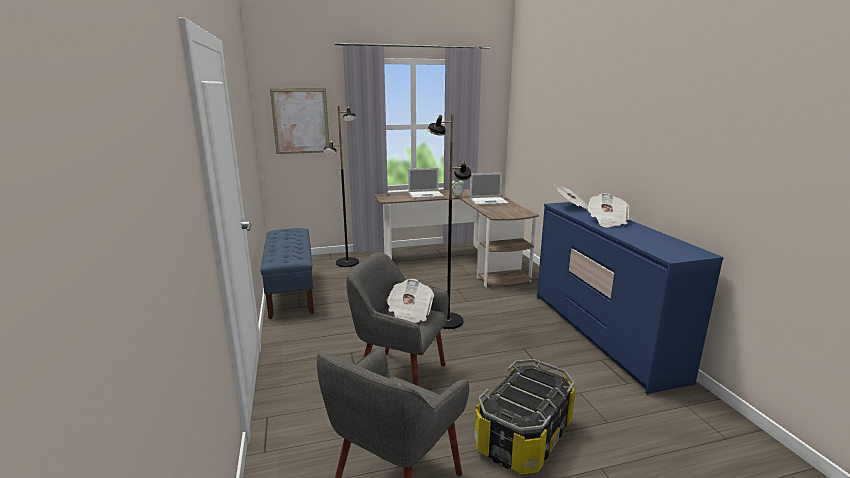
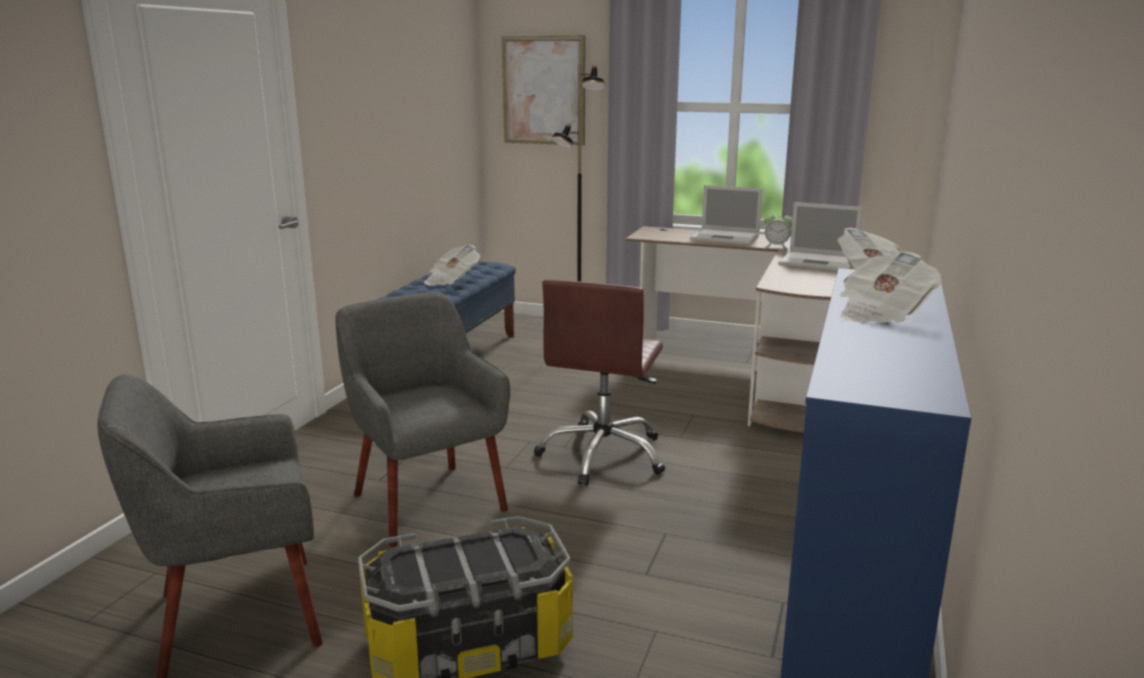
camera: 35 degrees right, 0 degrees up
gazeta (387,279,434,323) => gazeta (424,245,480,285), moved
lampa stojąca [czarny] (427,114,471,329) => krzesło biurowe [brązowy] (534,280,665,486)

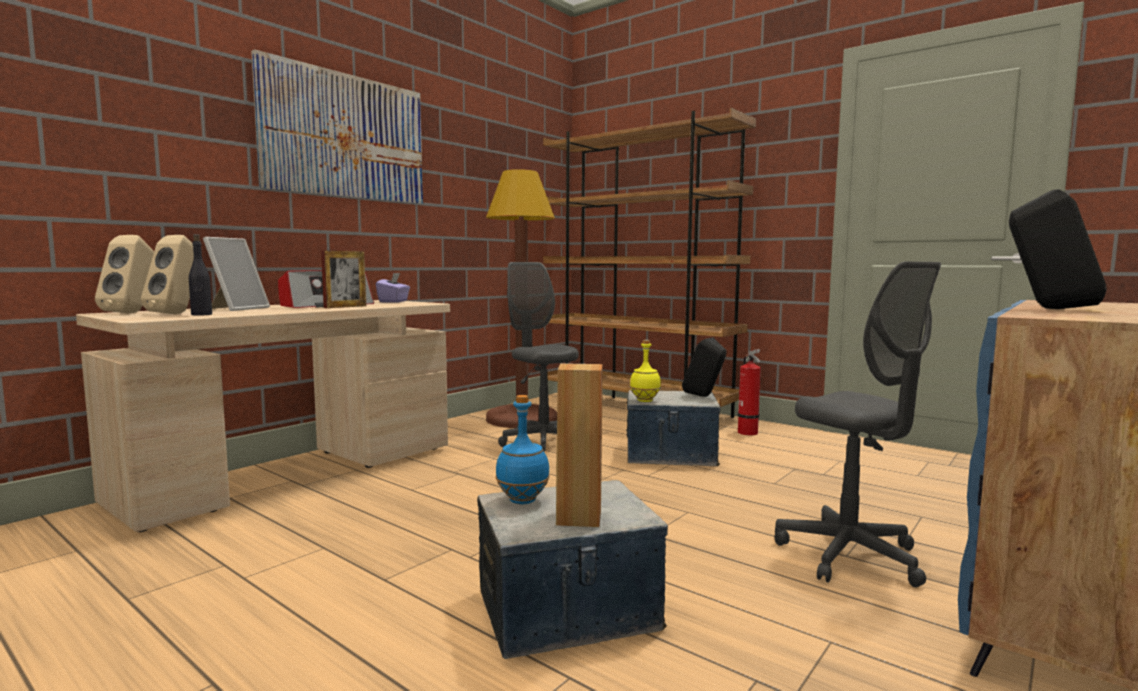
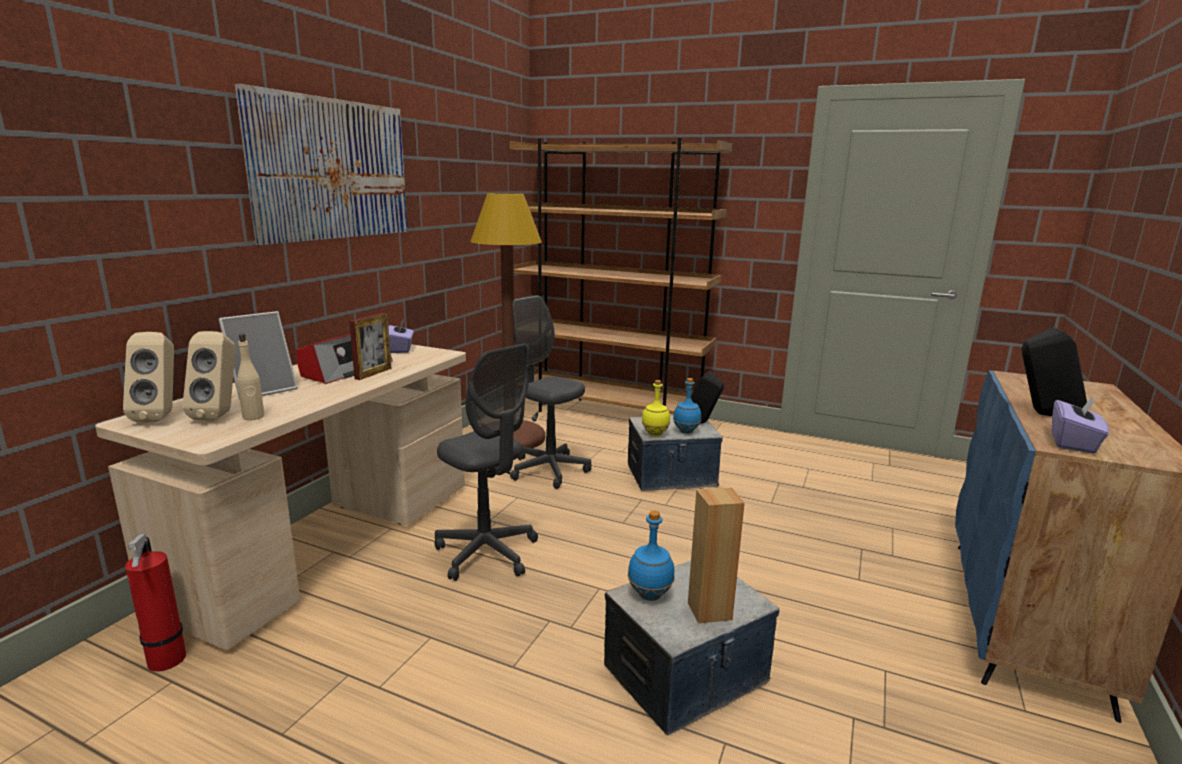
camera: 15 degrees left, 10 degrees up
nothing => butelka [niebieski] (673,378,701,434)
nothing => pudełko chusteczek [fioletowy] (1052,395,1109,454)
gaśnica (738,349,761,435) => gaśnica (125,534,186,672), moved
krzesło biurowe [szary] (775,262,941,587) => krzesło biurowe [szary] (434,344,538,581), moved
butelka [czarny] (189,234,212,316) => butelka [beżowy] (237,333,265,420)
ramka na zdjęcie (203,237,270,311) => ramka na zdjęcie (218,311,298,400), 45 degrees clockwise

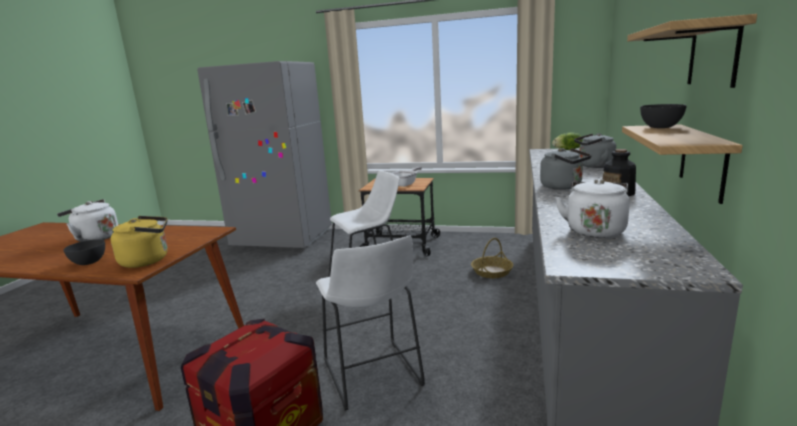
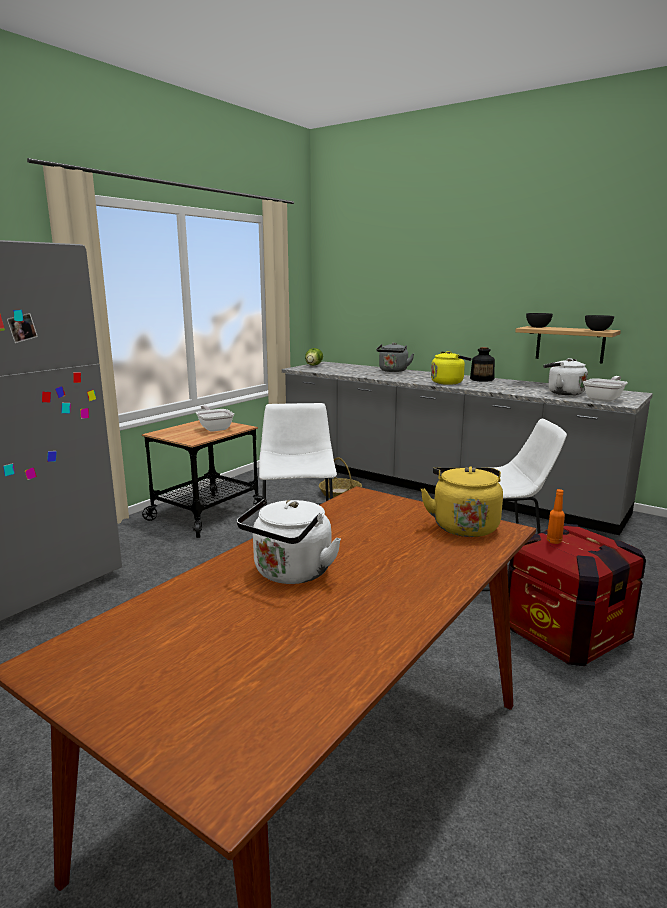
camera: 70 degrees left, 0 degrees up
półka (627,14,757,88) => nothing
nothing => butelka [pomarańczowy] (547,489,565,544)
nothing => patelnia (583,376,628,402)
miska [szary] (63,239,105,265) => miska [szary] (585,315,614,331), moved
czajnik [szary] (540,148,592,190) => czajnik [żółty] (431,351,472,385)

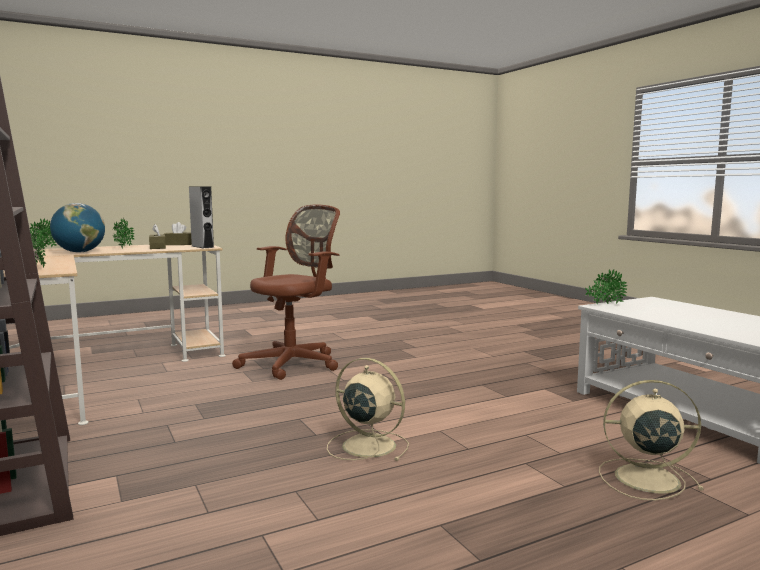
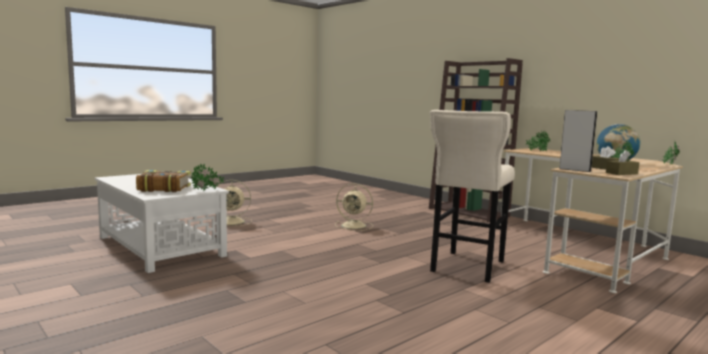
camera: 165 degrees right, 0 degrees up
nothing => książka (136,170,191,192)
krzesło biurowe [brązowy] (232,205,340,380) => stołek [beżowy] (430,110,515,283)

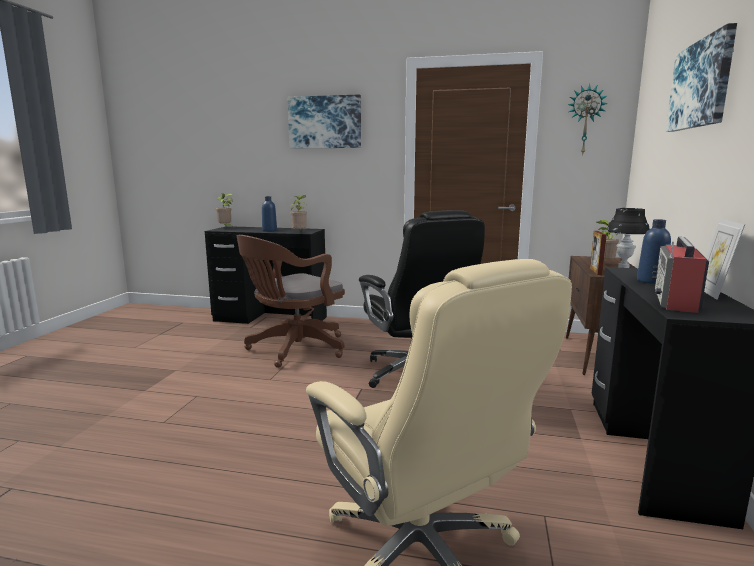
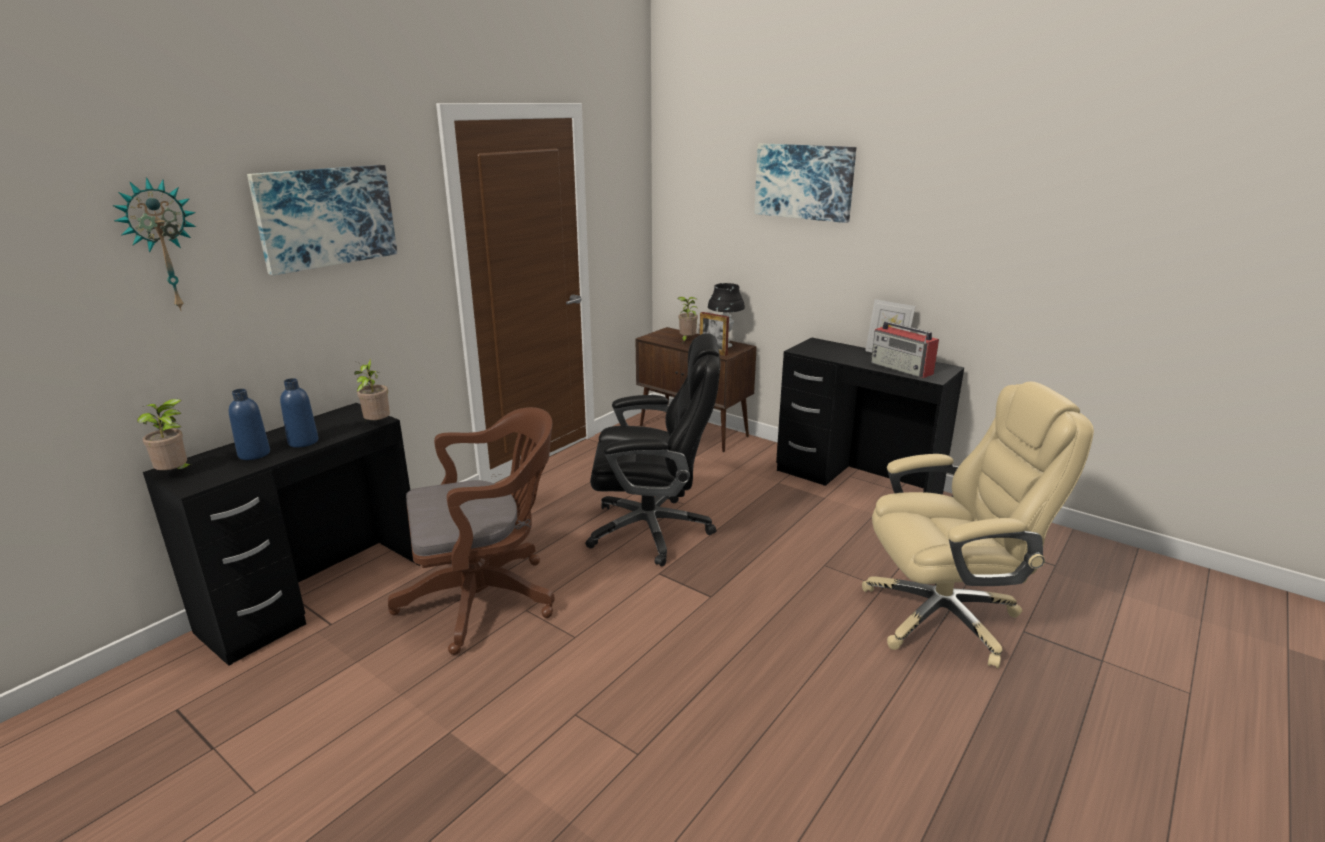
camera: 65 degrees left, 10 degrees up
zegar ścienny (568,84,608,154) => zegar ścienny (112,177,197,311), moved
butelka [niebieski] (637,219,671,284) => butelka [niebieski] (229,389,270,460), moved
krzesło biurowe [brązowy] (236,235,345,368) => krzesło biurowe [brązowy] (388,407,555,655), 90 degrees counterclockwise

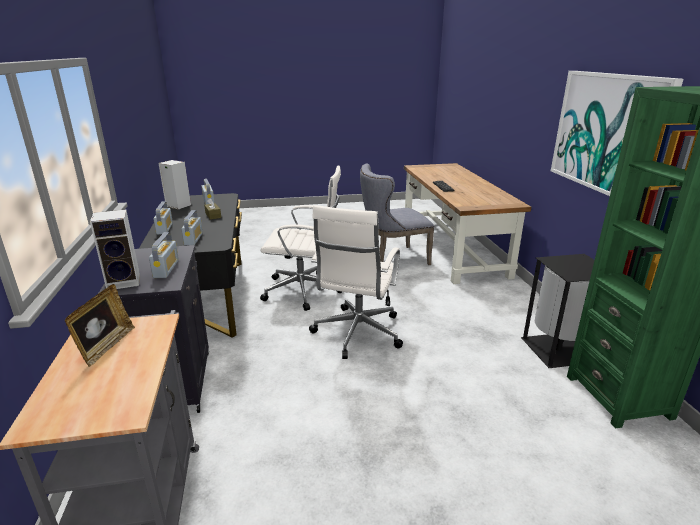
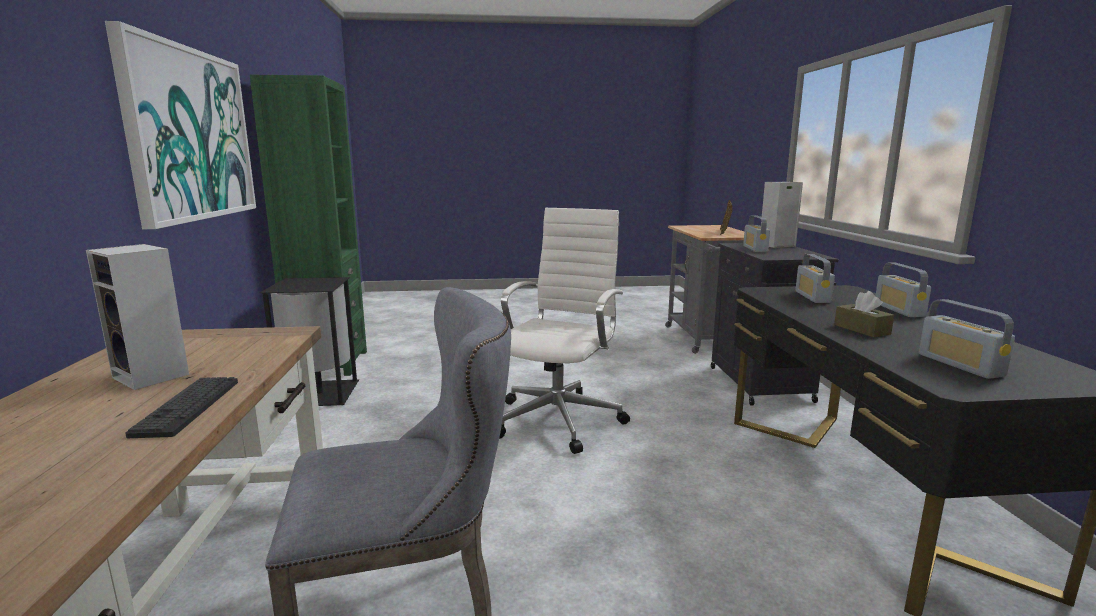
camera: 175 degrees left, 10 degrees down
krzesło biurowe [biały] (260,165,342,311) => nothing
głośnik (158,160,191,209) => głośnik (86,244,189,390), moved

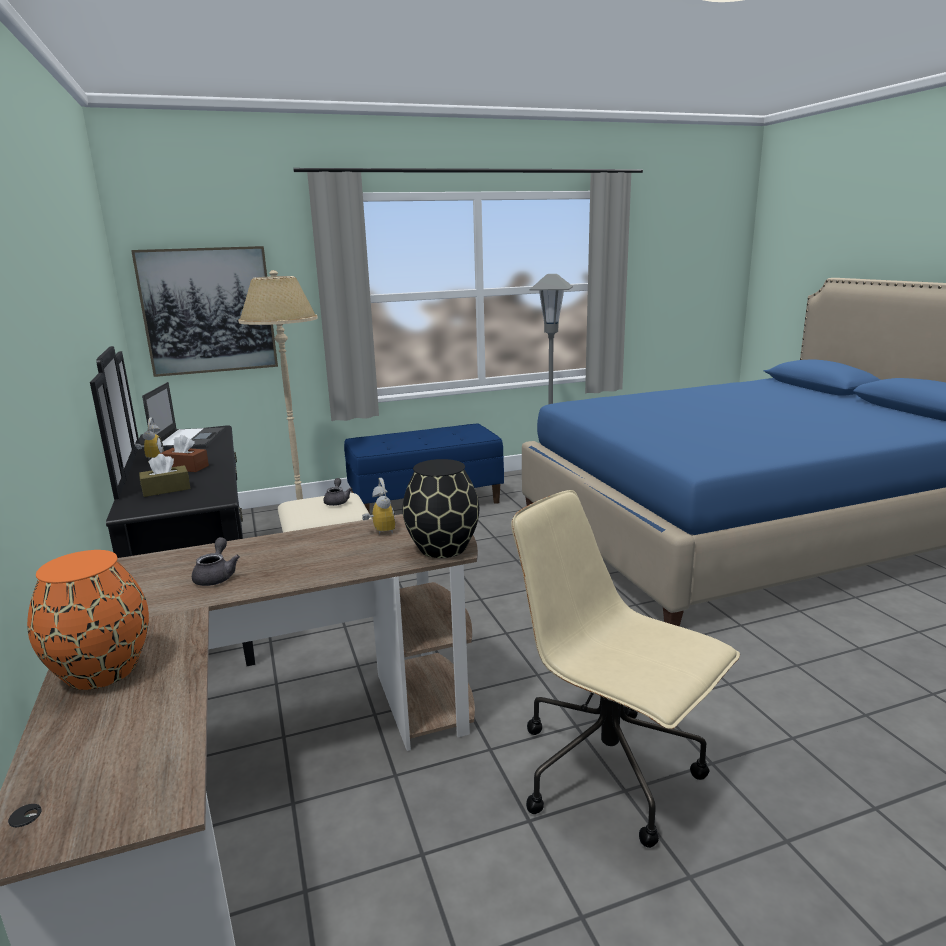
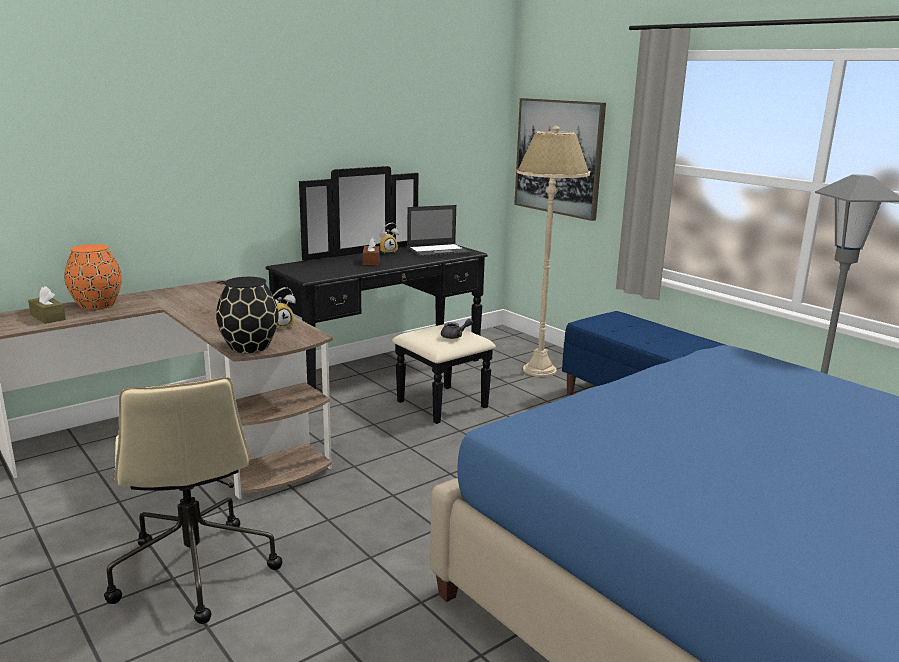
camera: 70 degrees right, 0 degrees up
imbryk [szary] (192,537,240,586) => nothing
pudełko chusteczek [brązowy] (139,454,191,497) => pudełko chusteczek [brązowy] (28,286,66,324), moved
krzesło biurowe [beżowy] (511,490,740,848) => krzesło biurowe [beżowy] (104,377,283,624), 135 degrees clockwise

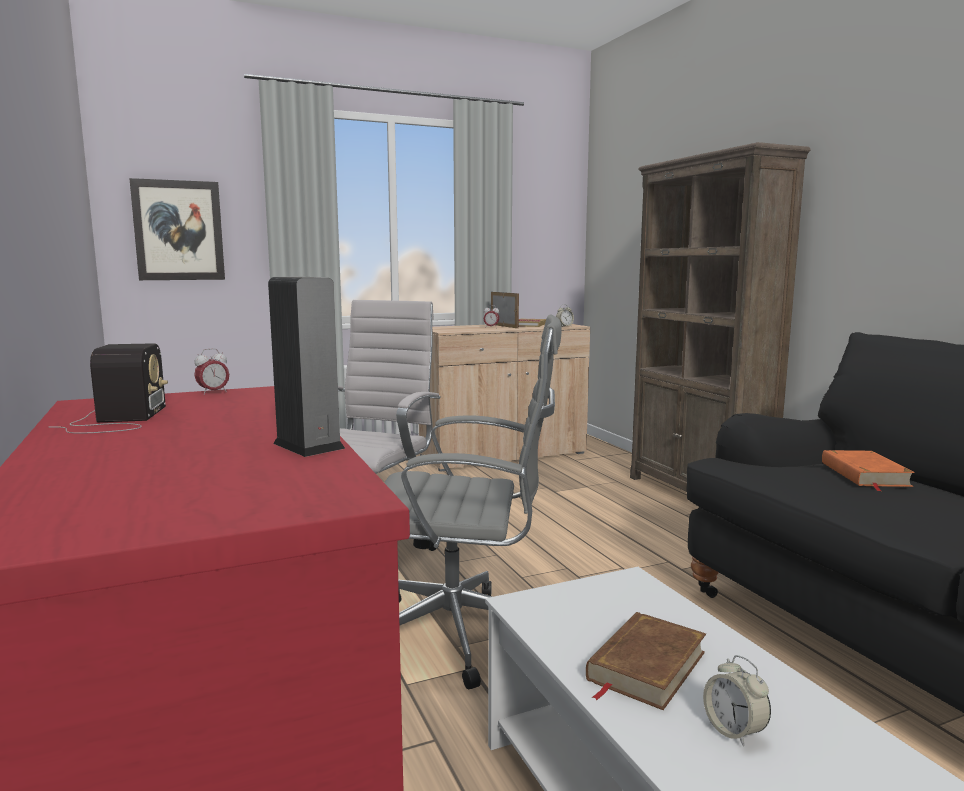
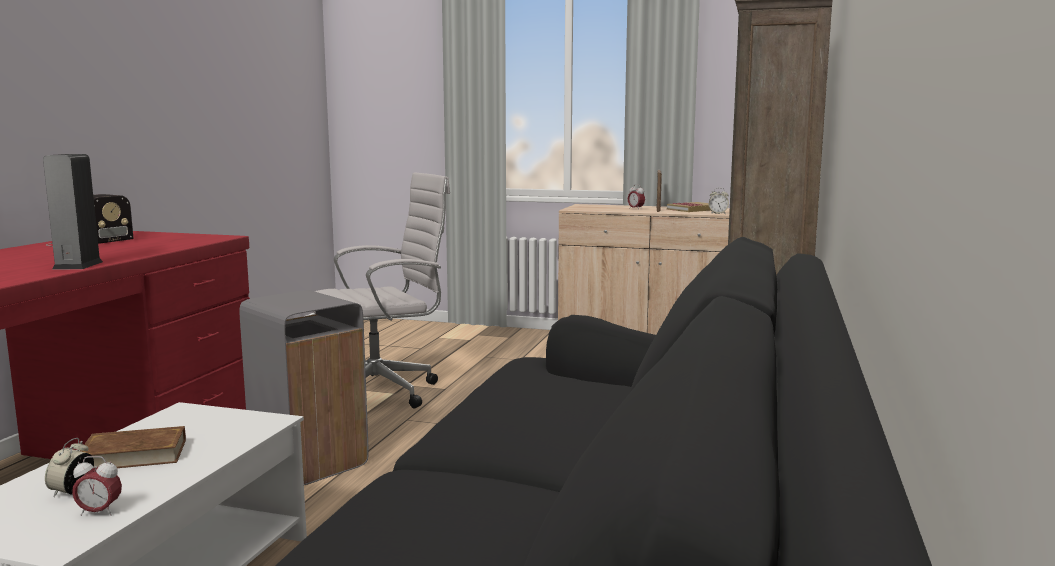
camera: 40 degrees right, 0 degrees up
obraz (129,178,225,280) => nothing
książka [pomarańczowy] (822,450,915,491) => nothing
budzik (194,348,229,395) => budzik (72,456,122,516), moved
krzesło biurowe [szary] (384,315,562,690) => kosz na śmieci [szary] (240,290,369,485)

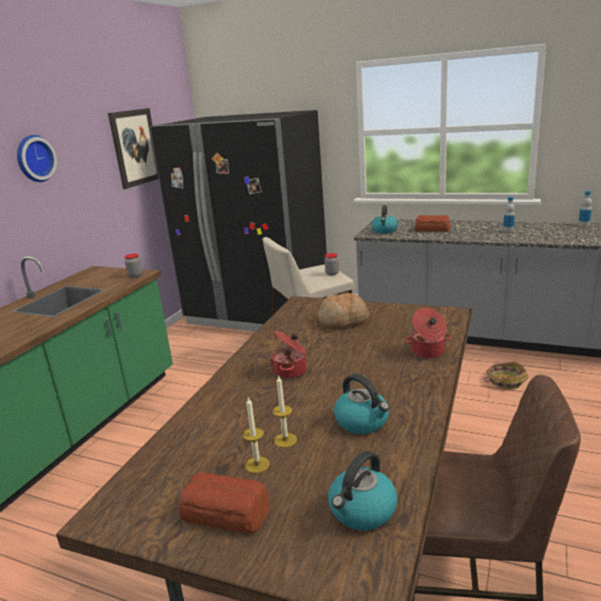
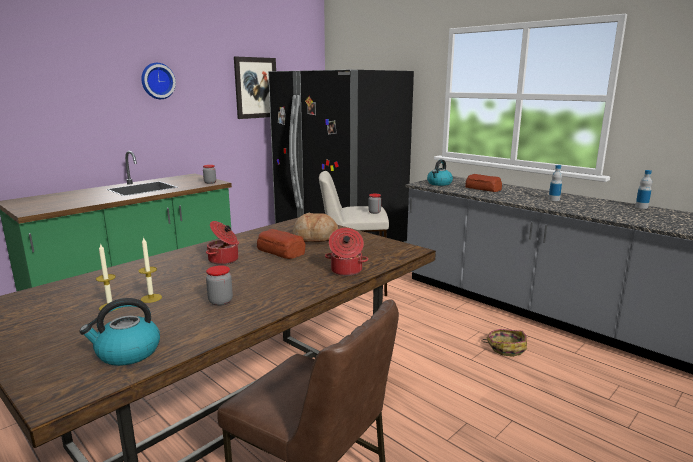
camera: 20 degrees right, 5 degrees down
chleb (179,472,270,534) => chleb (257,229,305,259), moved
czajnik (334,374,389,434) => słoik (206,265,233,306)

